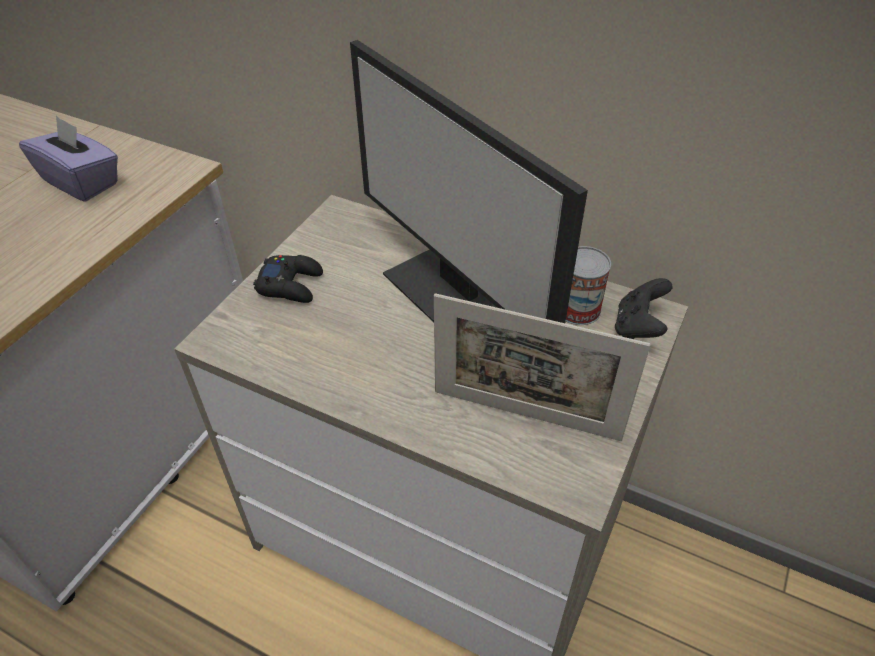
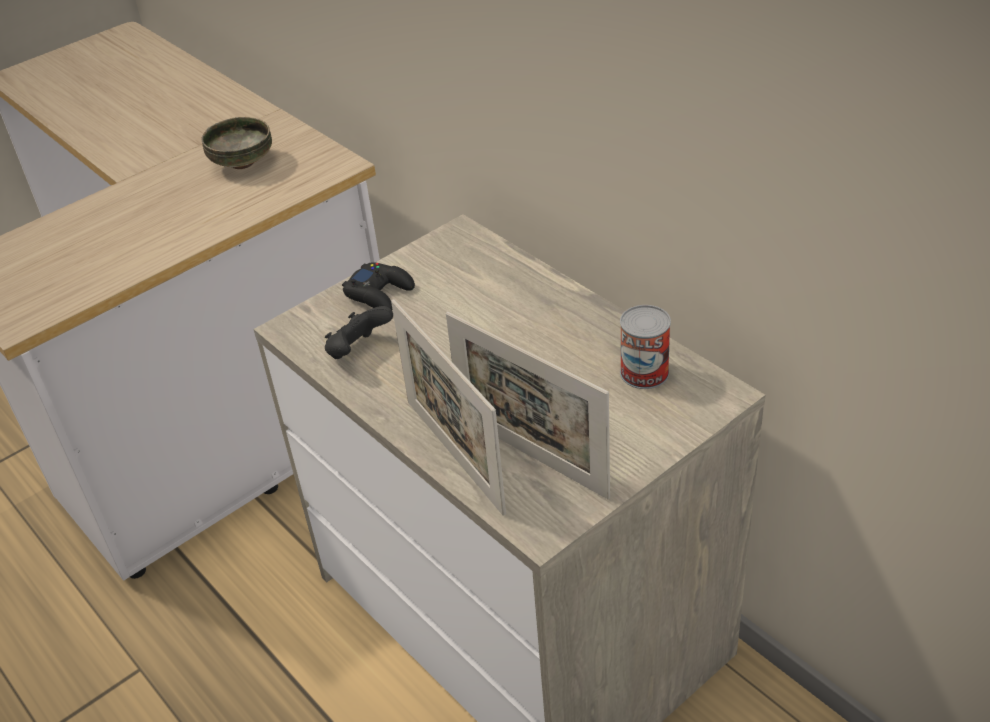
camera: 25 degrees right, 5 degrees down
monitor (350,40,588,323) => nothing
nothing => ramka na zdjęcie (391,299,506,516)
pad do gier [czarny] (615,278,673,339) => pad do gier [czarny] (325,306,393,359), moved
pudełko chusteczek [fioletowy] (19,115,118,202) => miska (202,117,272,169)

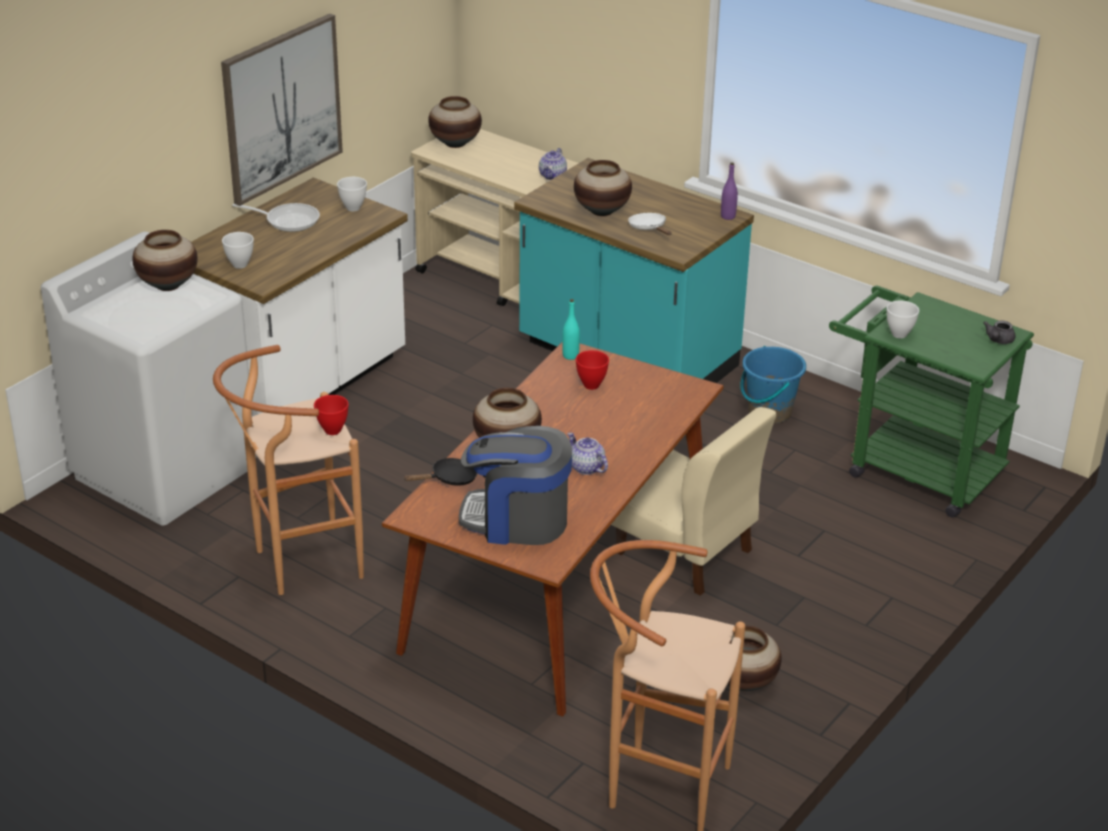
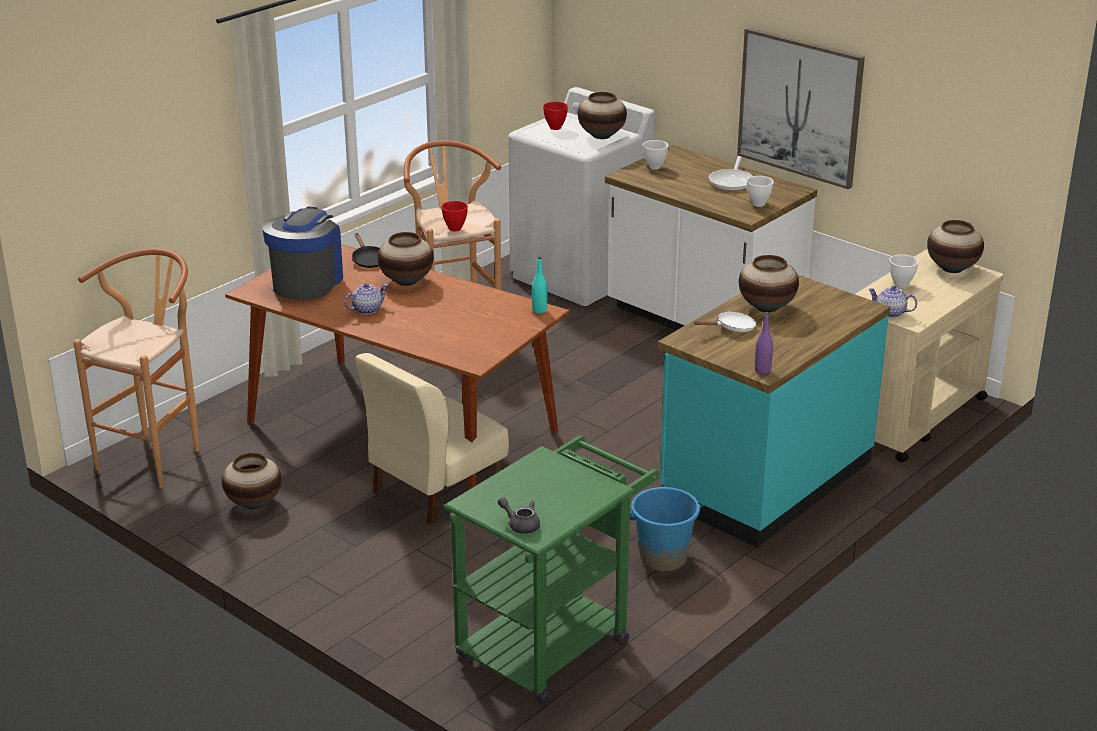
camera: 95 degrees right, 5 degrees down
miska [czerwony] (576,350,609,390) => miska [czerwony] (543,102,568,130), moved
miska [biały] (887,300,919,338) => miska [biały] (889,254,919,288), moved

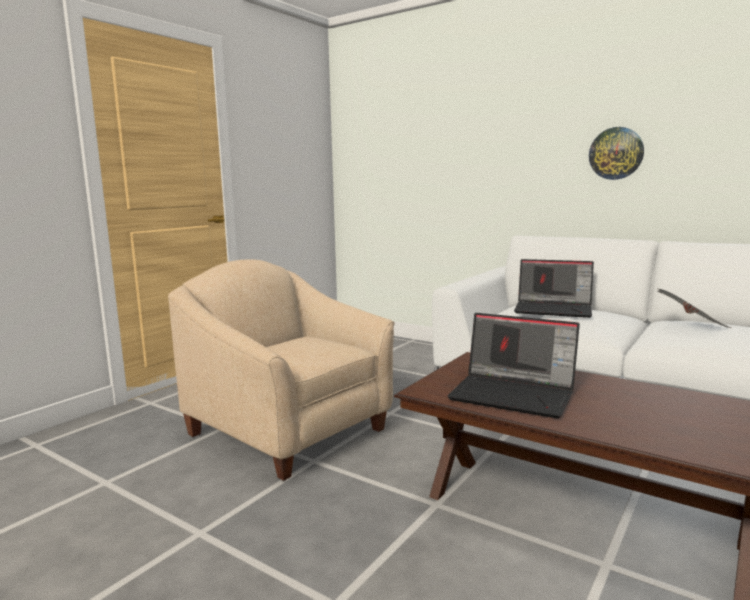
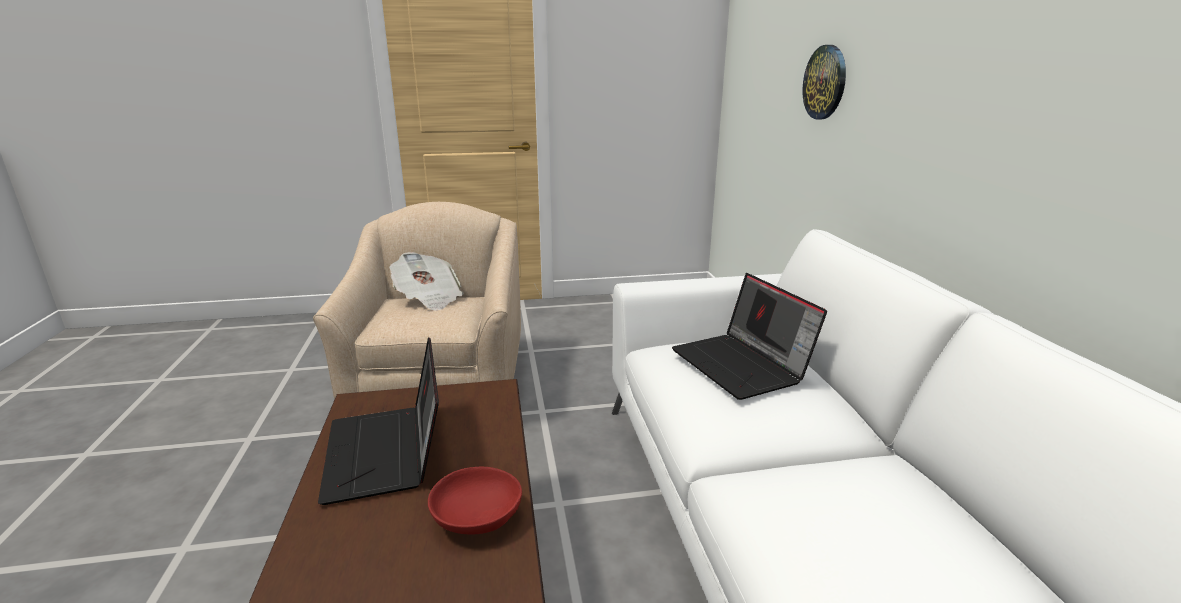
camera: 45 degrees right, 10 degrees up
nothing => miska [czerwony] (428,467,522,534)
zegar ścienny (589,127,644,180) => zegar ścienny (802,45,846,120), moved
gazeta (657,289,731,328) => gazeta (389,252,464,311), moved

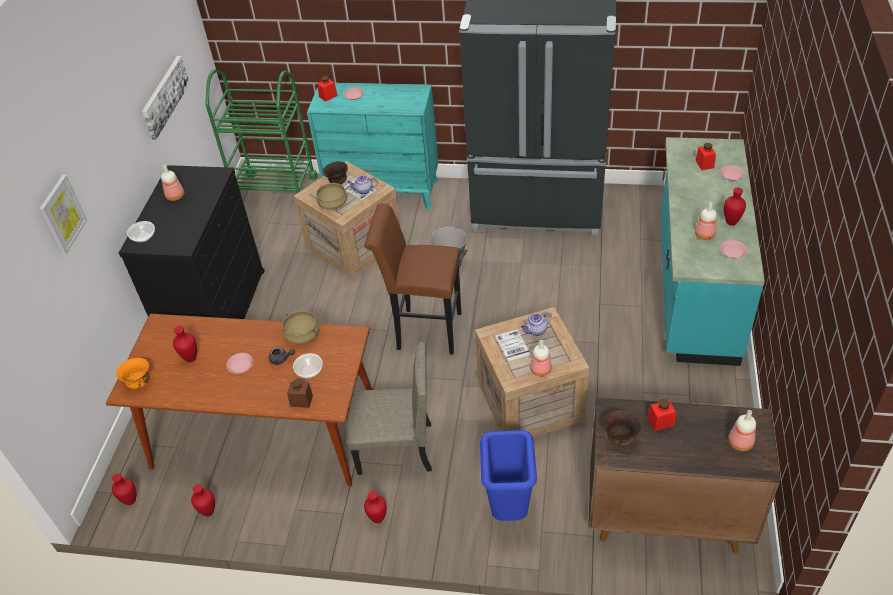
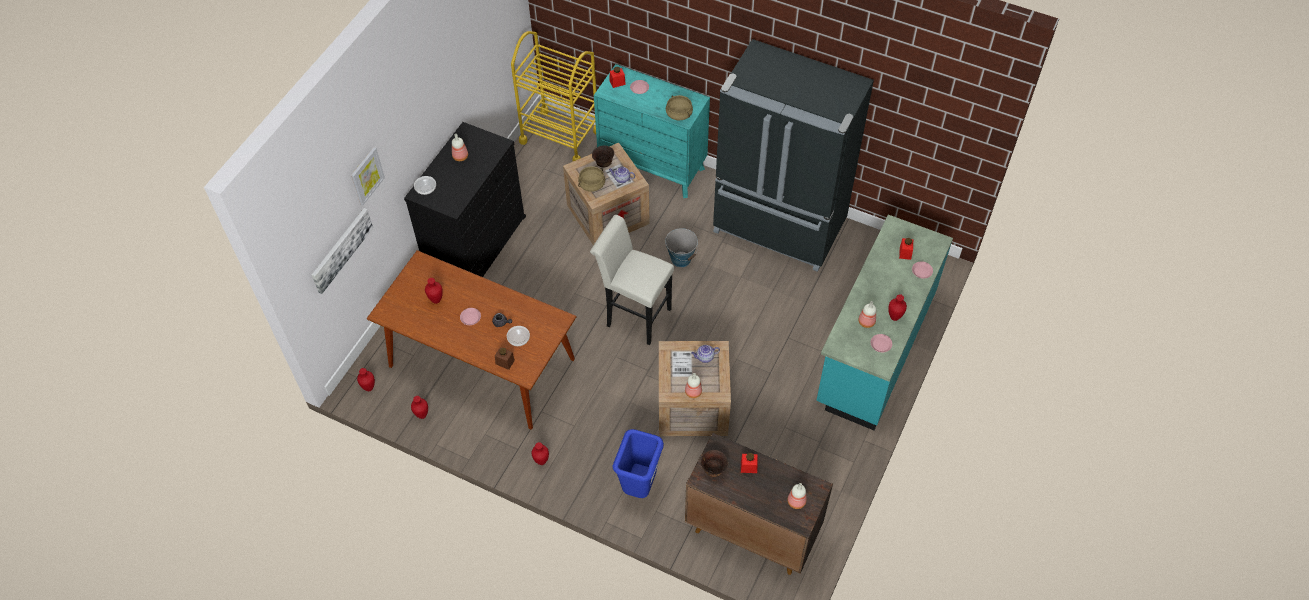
camera: 15 degrees right, 10 degrees up
miska [pomarańczowy] (116,358,149,389) => nothing
krzesło [beżowy] (347,342,432,475) => nothing
obraz (142,56,190,140) => obraz (312,208,373,294), moved
garnek [beżowy] (282,310,320,344) => garnek [beżowy] (666,95,693,120), moved
wózek [zielony] (205,69,318,193) => wózek [żółty] (511,31,596,162)
stołek [brązowy] (364,203,462,355) => stołek [biały] (590,215,674,345)

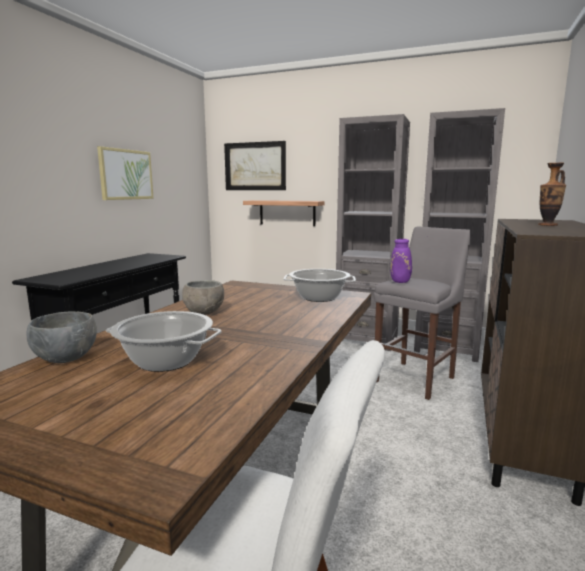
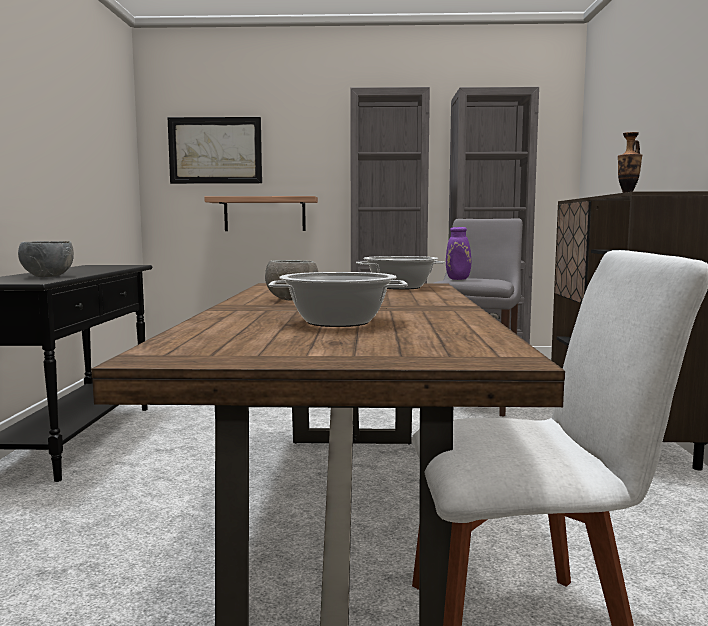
camera: 20 degrees left, 5 degrees down
obraz (97,146,154,200) => nothing
miska [szary] (26,311,97,363) => miska [szary] (18,241,74,277), moved

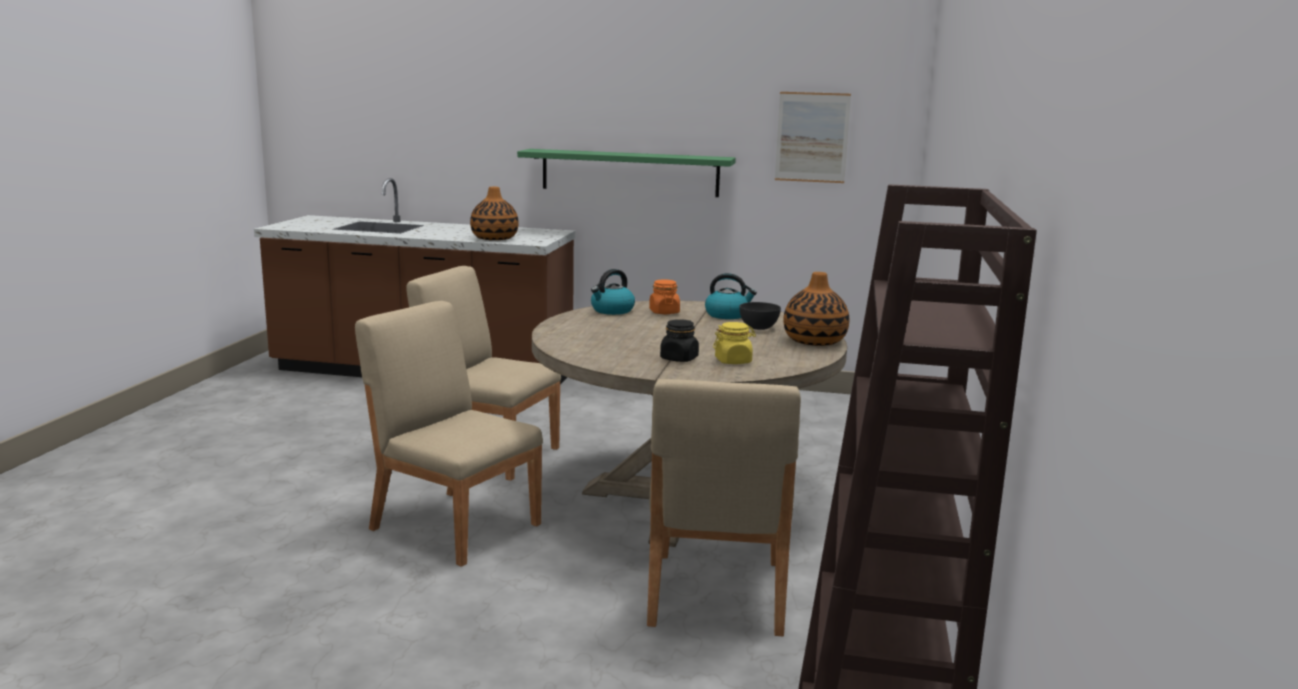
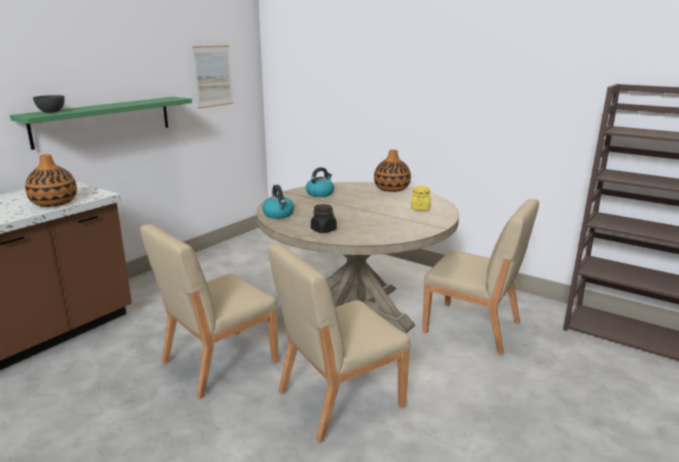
camera: 65 degrees left, 5 degrees up
słoik [pomarańczowy] (649,279,680,314) => nothing
słoik [czarny] (660,319,699,362) => słoik [czarny] (311,204,337,233), moved
miska [szary] (739,302,781,330) => miska [szary] (33,95,65,113), moved

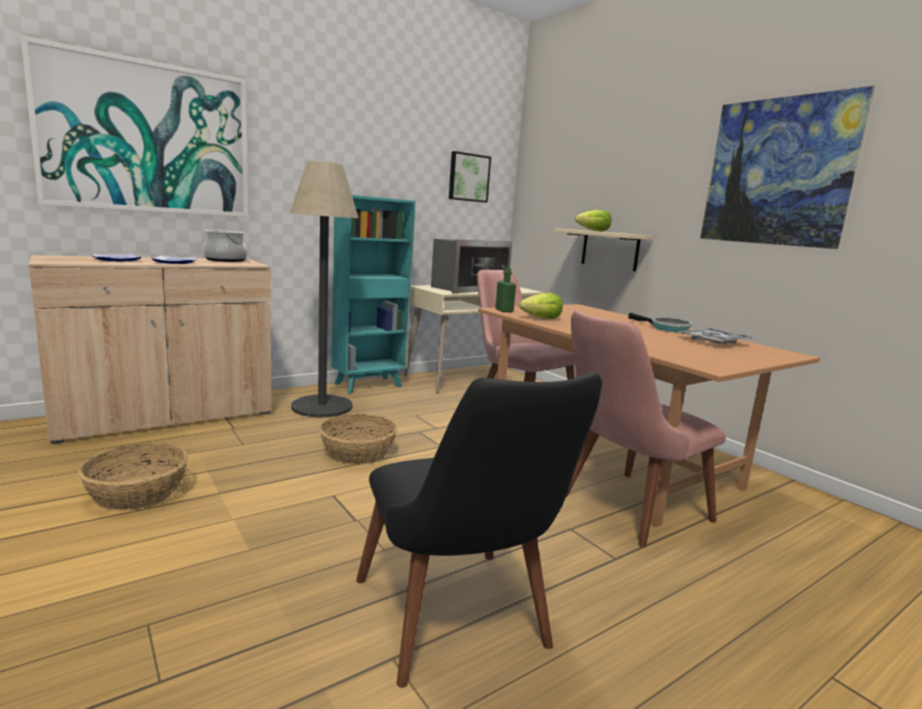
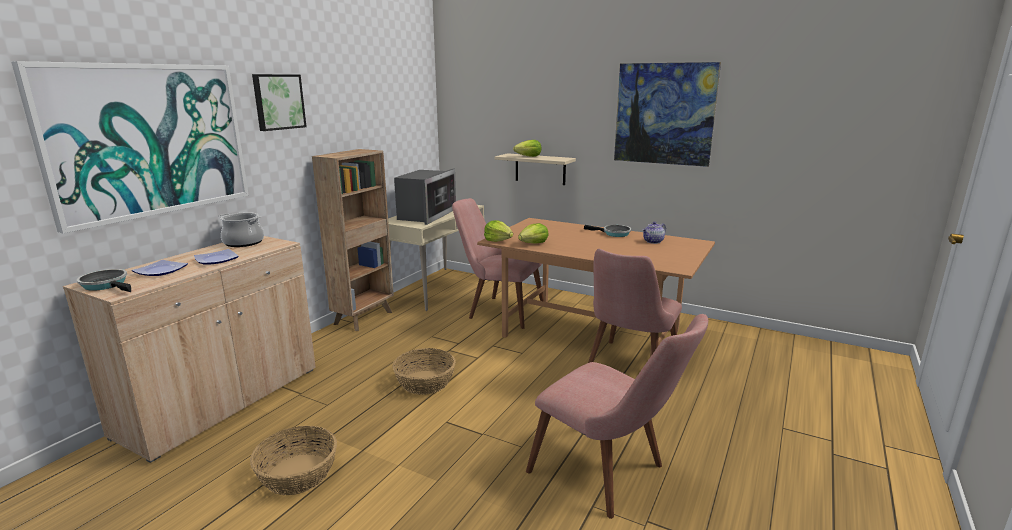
camera: 25 degrees left, 5 degrees up
lampa stojąca (290,161,358,418) => nothing
nothing => patelnia (77,269,131,292)
obraz (449,151,491,203) => obraz (252,74,307,131), moved
butelka [zielony] (495,267,516,312) => sałata (484,220,513,242)
taca (679,328,753,344) => imbryk (642,222,666,244)
regał [turkusowy] (332,195,415,394) => regał [brązowy] (312,149,394,331)
krzesło [czarny] (356,373,602,688) => krzesło [różowy] (526,314,708,519)

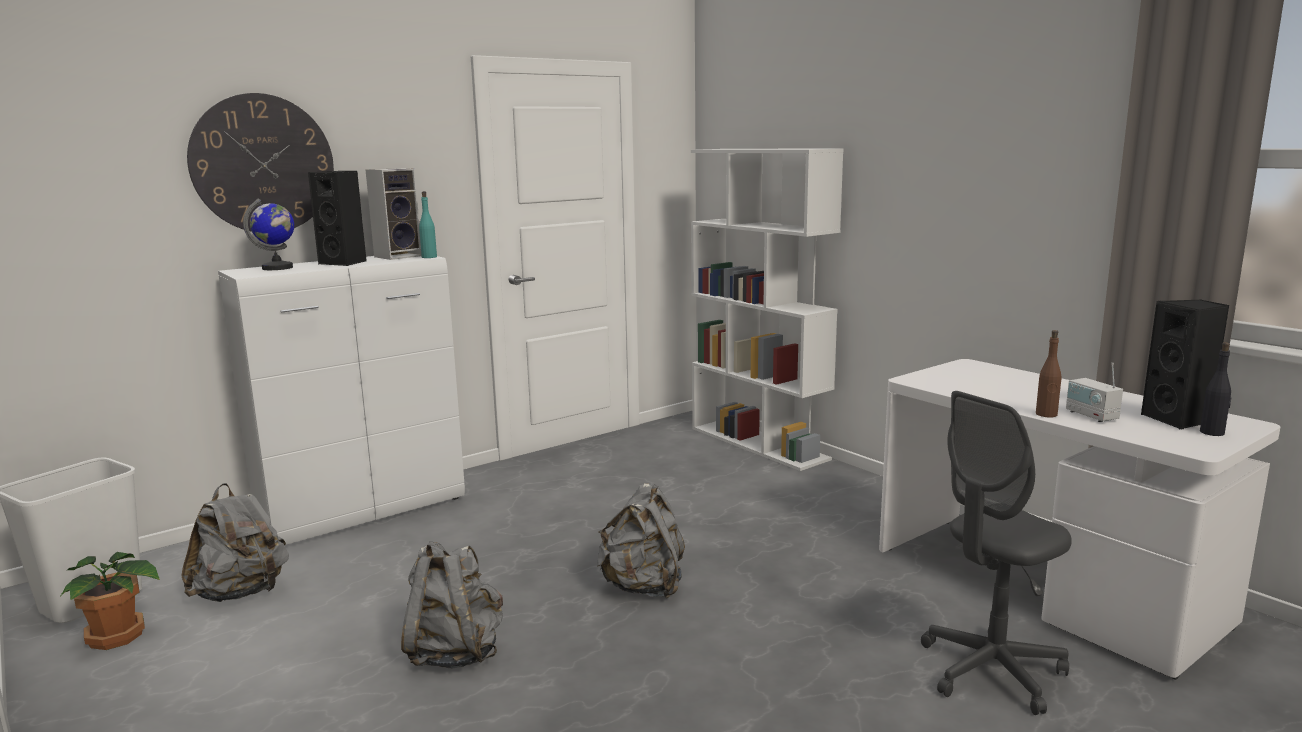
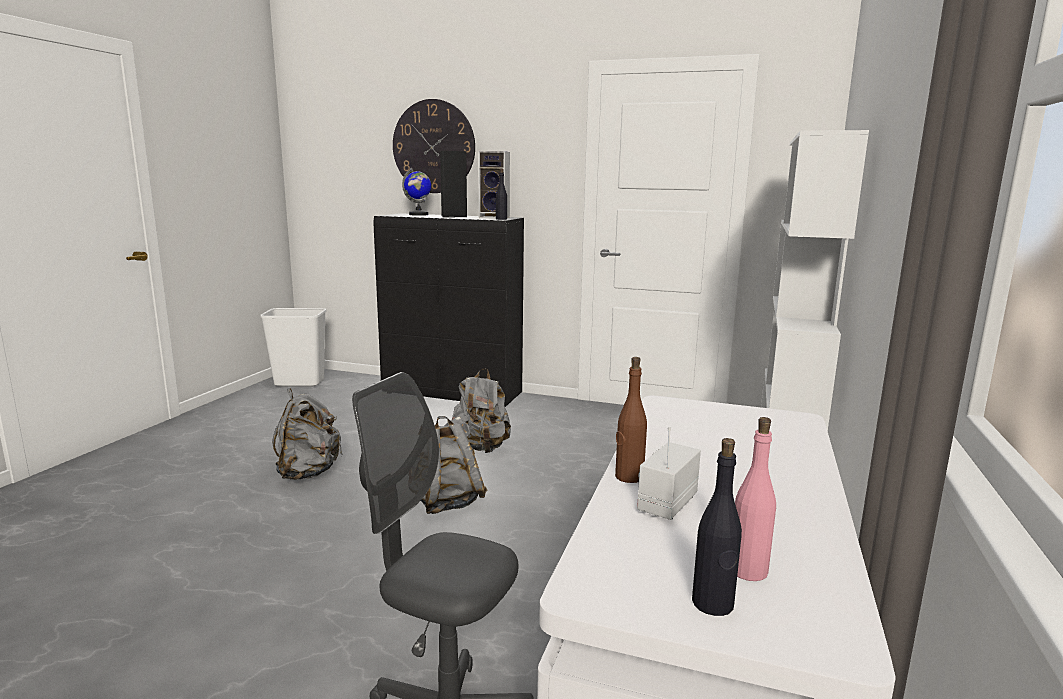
camera: 55 degrees right, 0 degrees up
roślina doniczkowa (61,552,160,650) => nothing
plecak [szary] (181,483,289,602) => plecak [szary] (452,368,511,453), moved
głośnik [czarny] (1141,300,1229,429) => butelka [różowy] (735,417,776,581)
szafka [biały] (218,256,465,545) => szafka [czarny] (374,213,524,407)
butelka [turkusowy] (419,191,437,258) => butelka [czarny] (496,168,507,220)

